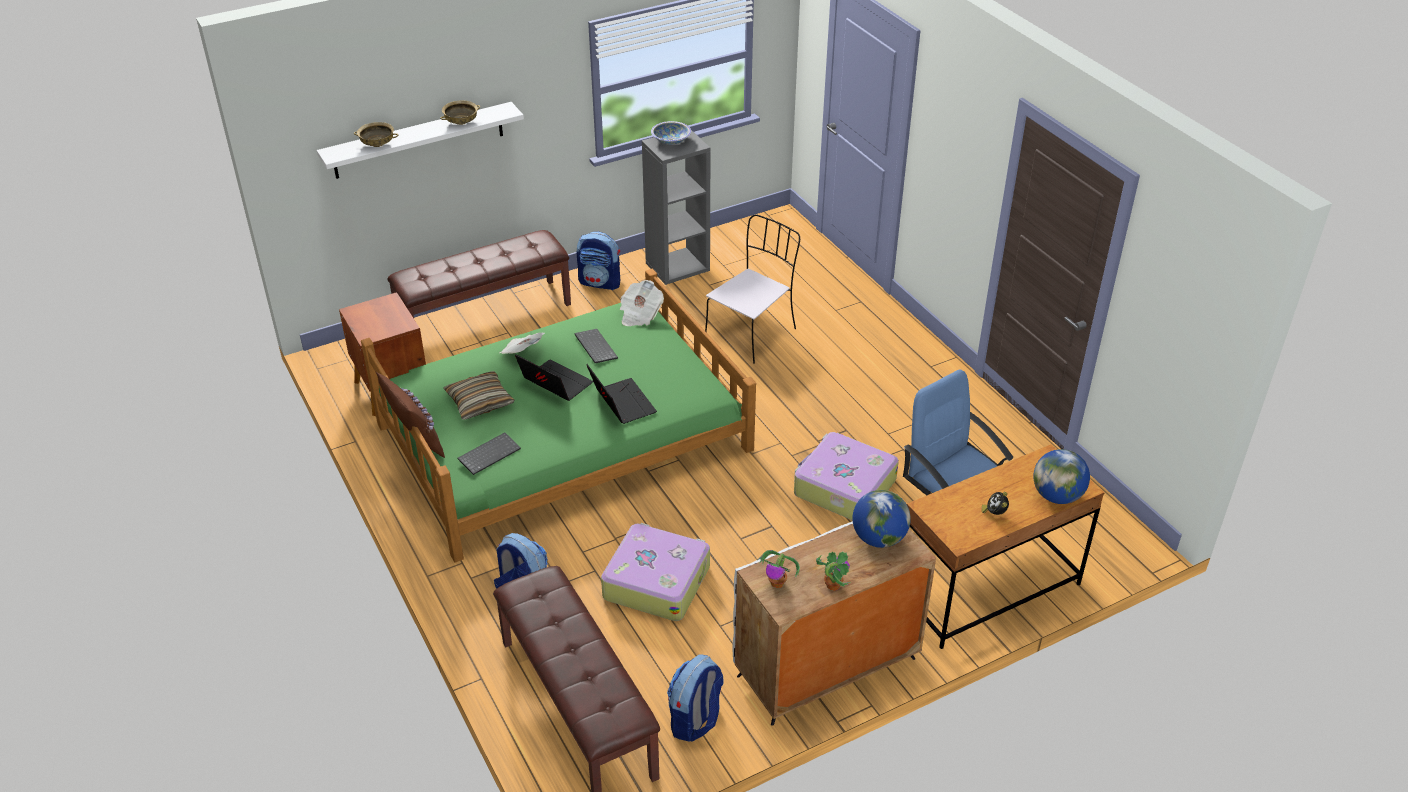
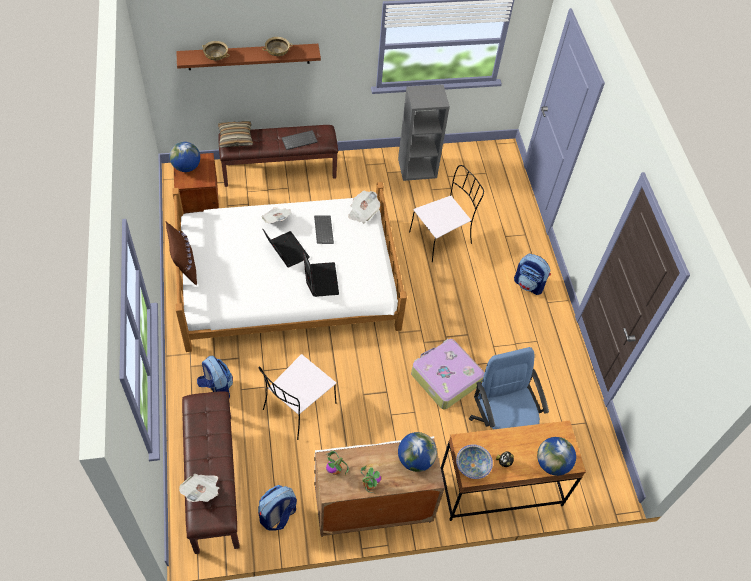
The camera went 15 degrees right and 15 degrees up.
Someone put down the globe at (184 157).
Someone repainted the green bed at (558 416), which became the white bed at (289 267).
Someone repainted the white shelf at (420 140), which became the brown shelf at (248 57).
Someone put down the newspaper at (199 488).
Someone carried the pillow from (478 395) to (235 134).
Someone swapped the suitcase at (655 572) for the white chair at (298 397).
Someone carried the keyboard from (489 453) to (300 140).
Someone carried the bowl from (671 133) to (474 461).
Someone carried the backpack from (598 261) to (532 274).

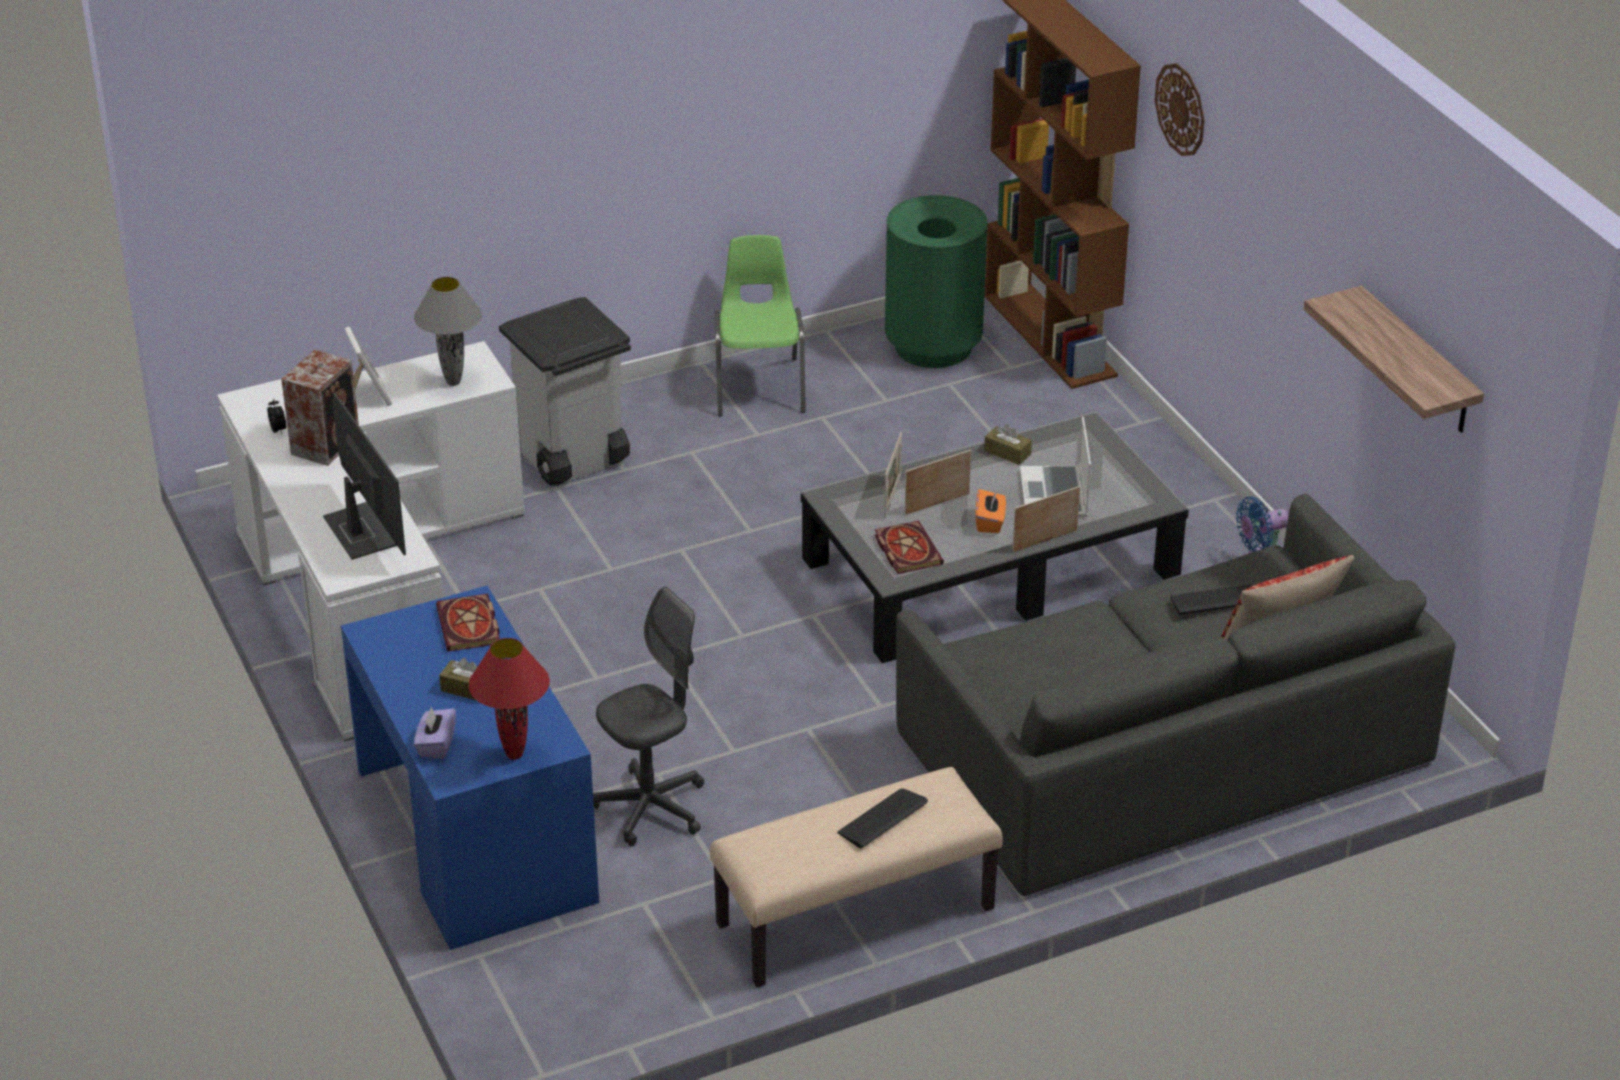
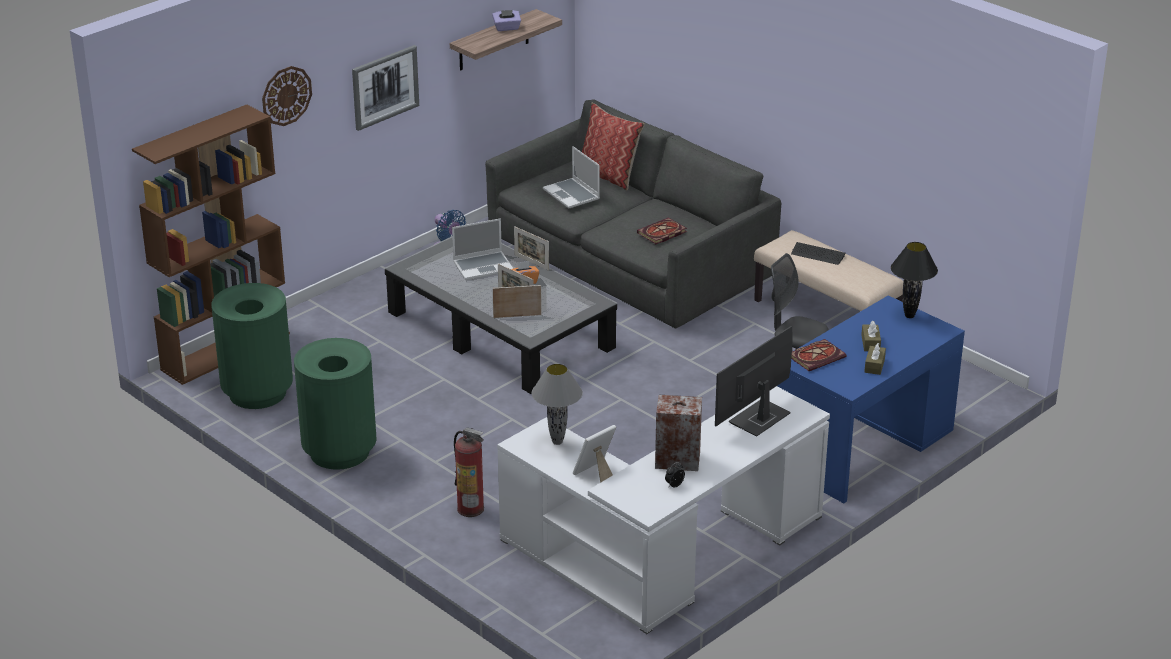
The camera went 110 degrees left and 5 degrees down.
Someone swapped the green chair at (760 325) for the green trash can at (335 404).
Someone put up the picture at (385 88).
Someone swapped the grey trash can at (565 391) for the fire extinguisher at (469 472).
Someone carried the purple tissue box from (435 732) to (506 20).
Someone swapped the keyboard at (1211 600) for the laptop at (571 177).
Someone carried the book from (909 547) to (662 230).
Someone carried the brown tissue box from (1008 444) to (875 359).
Someone repainted the red table lamp at (509 699), which became the black table lamp at (914 280).

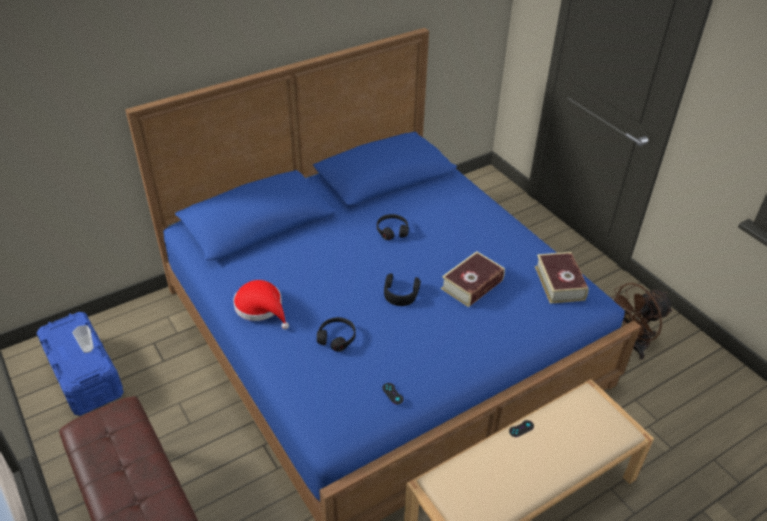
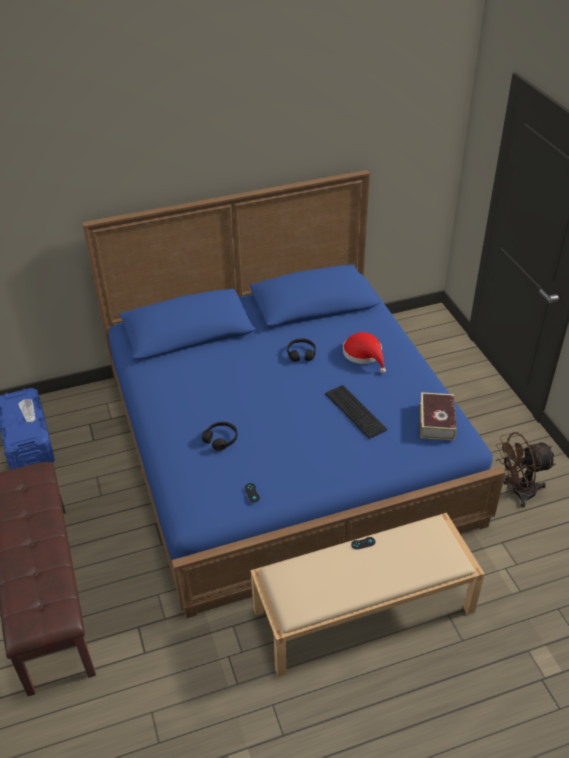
The camera went 15 degrees right and 0 degrees up.
Someone swapped the book at (473 279) for the keyboard at (356 412).
Someone carried the red hat from (261 304) to (364 352).
Someone took away the black headphones at (402 289).

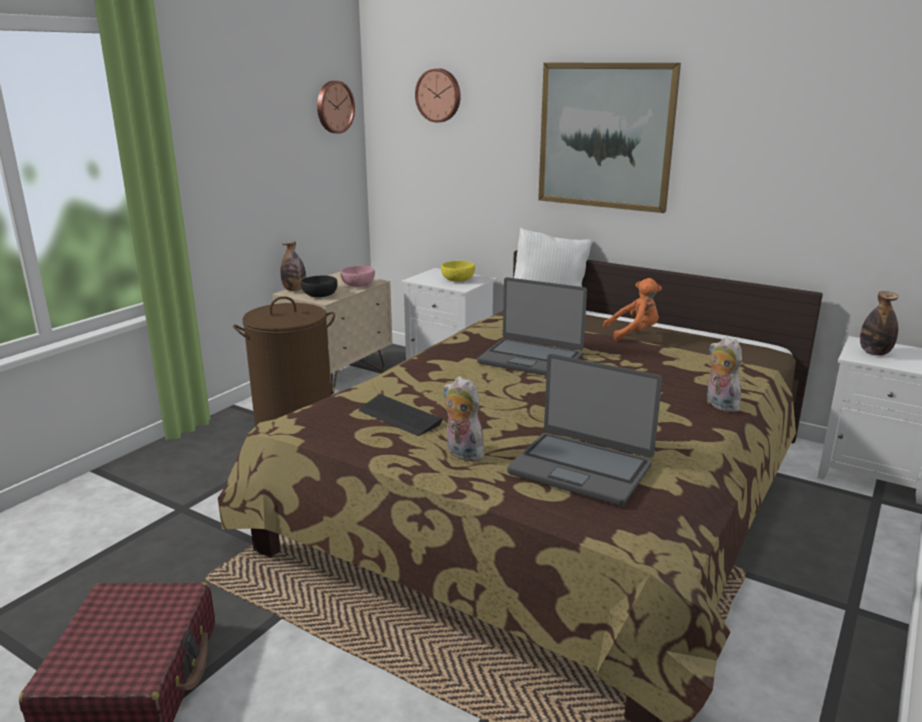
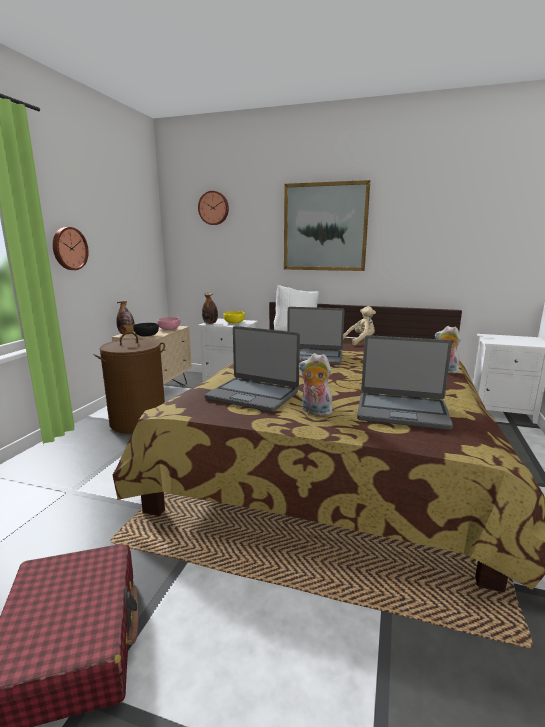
The camera went 15 degrees left and 5 degrees down.
Someone carried the wall clock from (336 107) to (71 248).
Someone carried the bottle from (879 323) to (210 308).
Someone swapped the keyboard at (401 415) for the laptop at (252 369).
Someone repainted the orange plush toy at (632 309), which became the beige plush toy at (359 326).

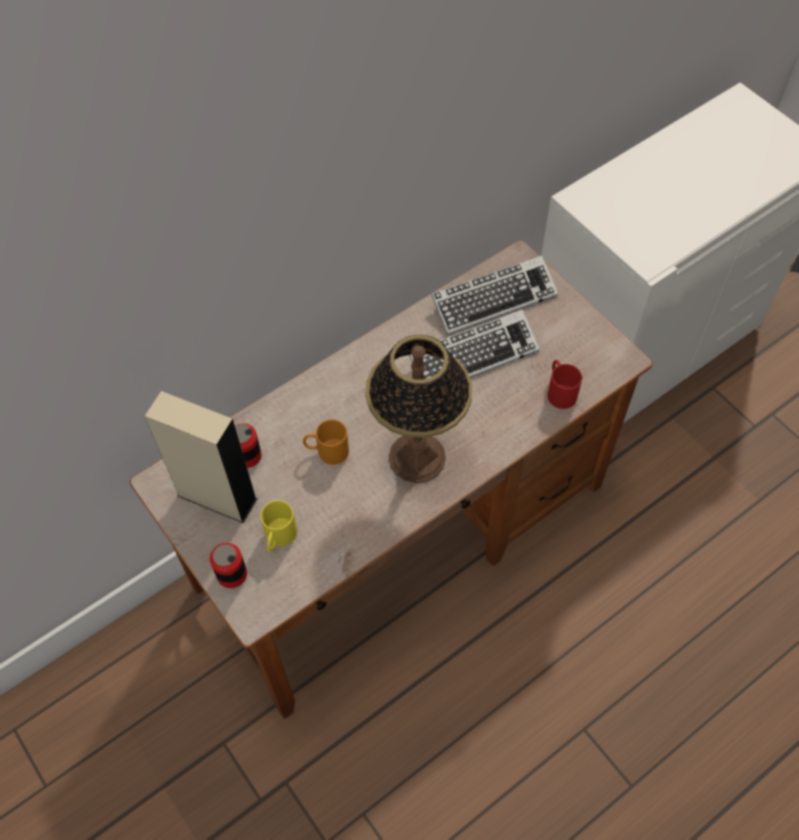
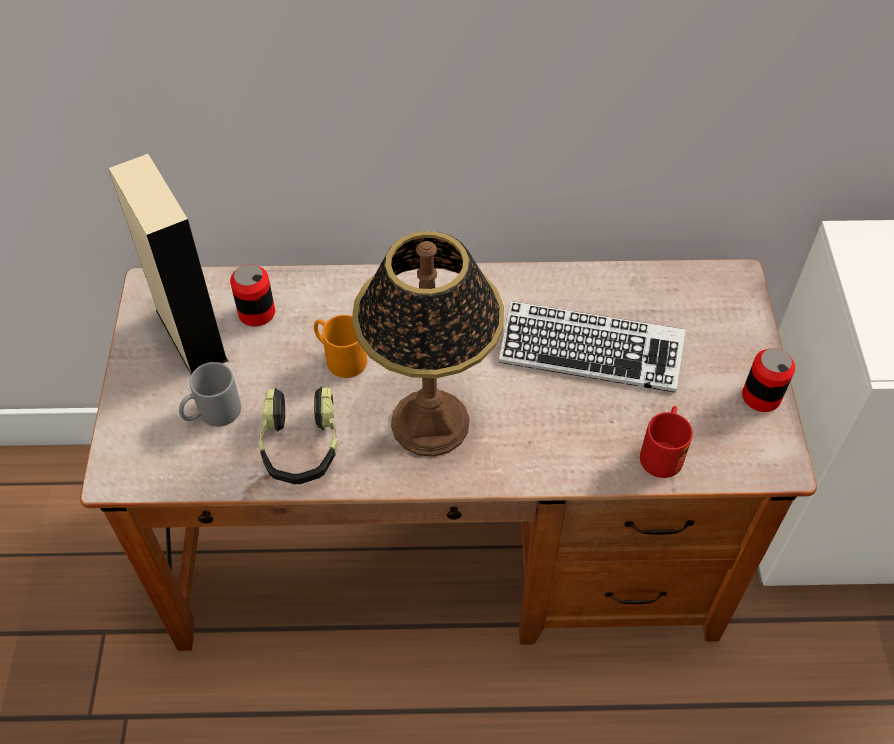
The camera went 35 degrees right and 5 degrees down.
Someone repainted the yellow mug at (279 526), which became the grey mug at (210 394).
Someone put down the headphones at (298 435).
Someone carried the can from (228 565) to (768 380).
Someone took away the keyboard at (494 295).

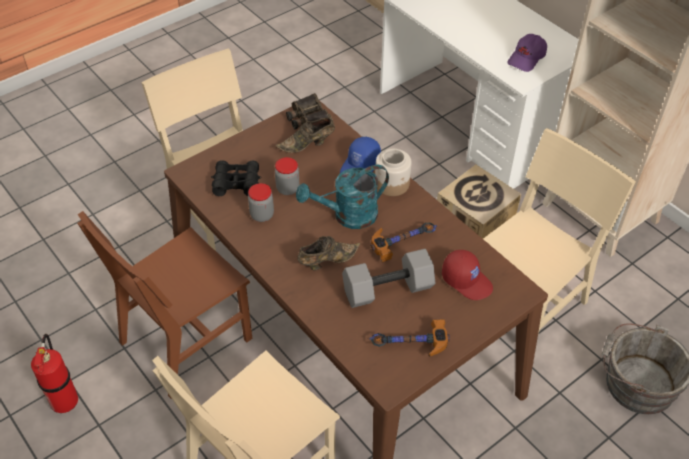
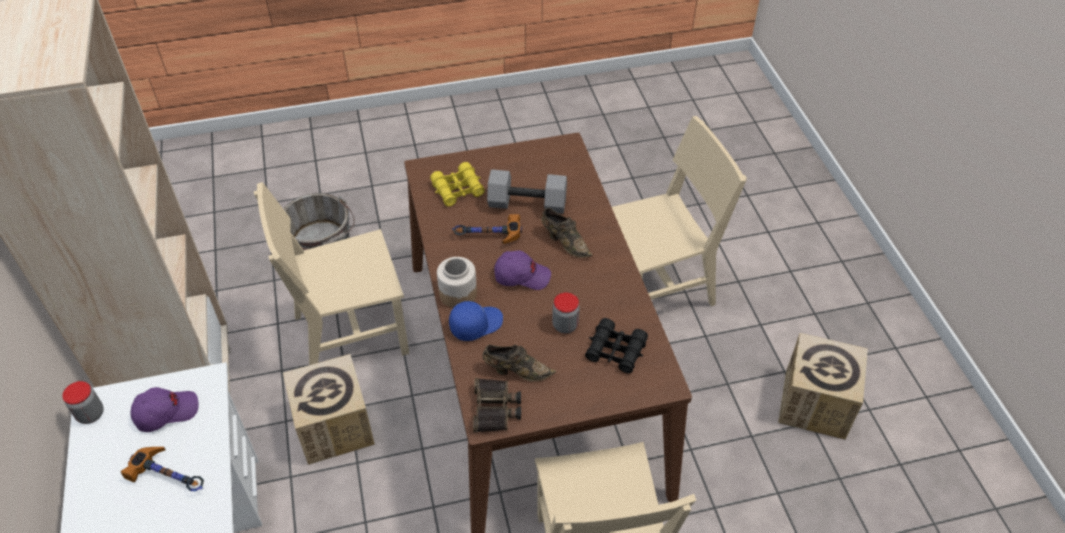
The camera went 155 degrees left and 0 degrees up.
Someone carried the jar from (261 202) to (82 402).
Someone carried the hammer from (409 337) to (162 469).
Someone swapped the red cap at (467 275) for the yellow binoculars at (457 184).
Someone swapped the turquoise watering can at (342 197) for the purple cap at (522 270).
Someone rotated the brown shoe at (329 253) by 135 degrees counterclockwise.
Someone swapped the fire extinguisher at (54 373) for the cardboard box at (823 386).
Someone took away the brown chair at (164 304).

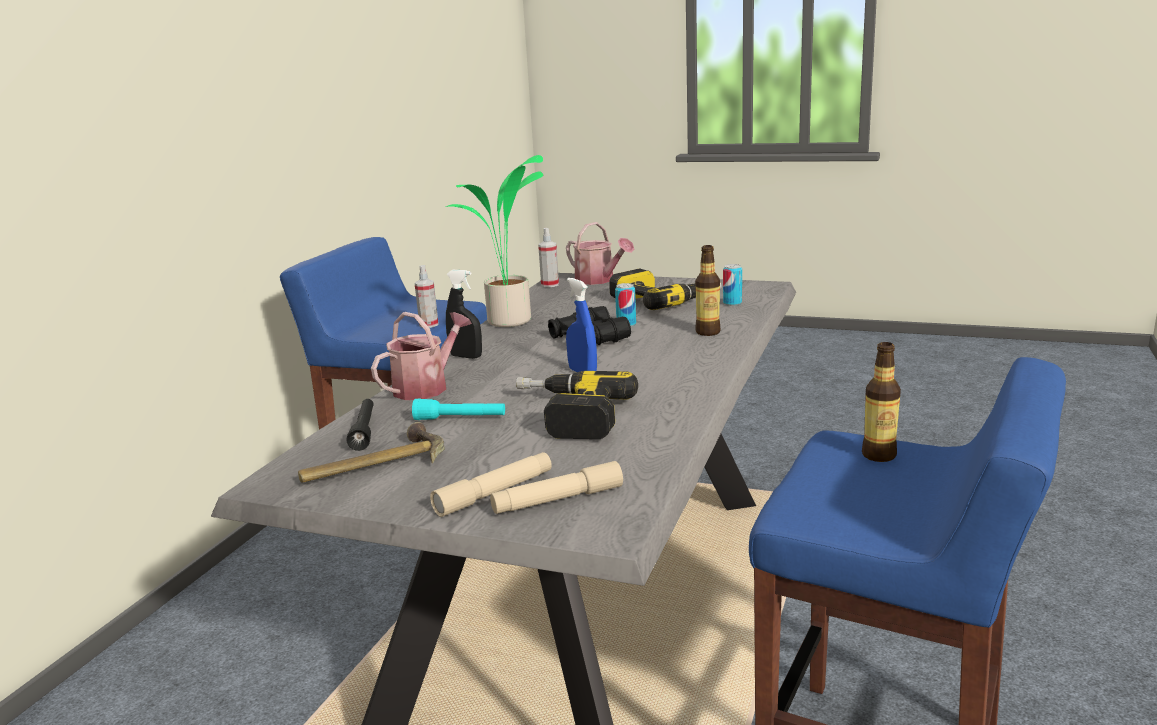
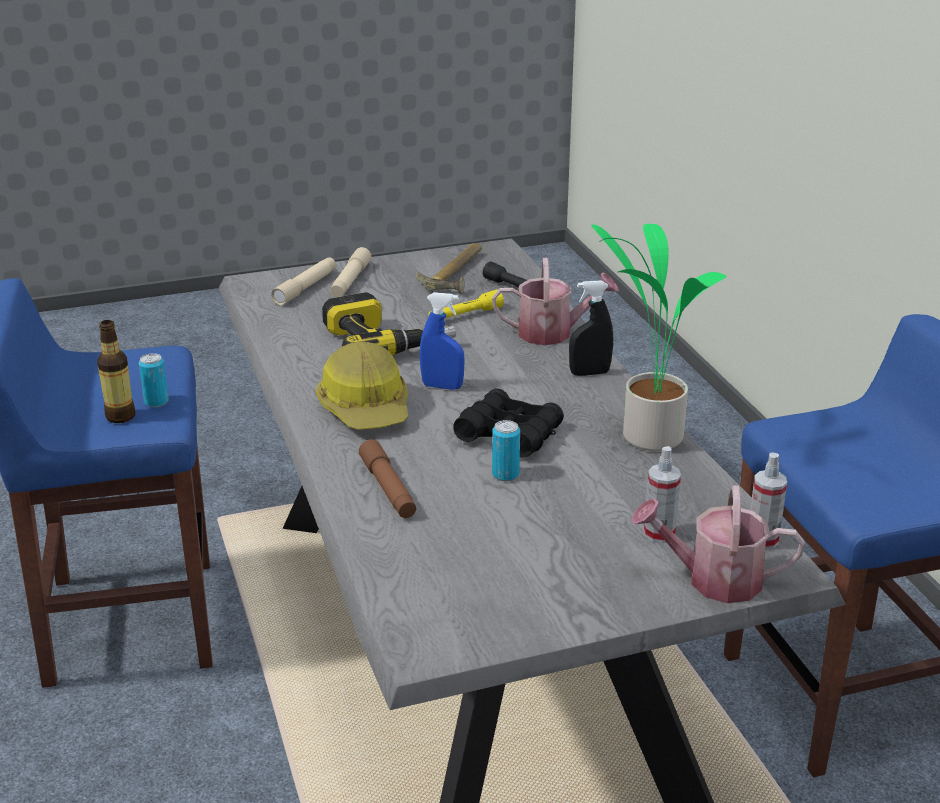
The camera went 140 degrees right and 10 degrees up.
Someone carried the can from (732 285) to (154 380).
Someone put down the hard hat at (362 386).
Someone swapped the bottle at (708 290) for the brown flashlight at (387 478).
Someone repainted the turquoise flashlight at (458 409), which became the yellow flashlight at (466 303).
Someone rotated the watering can at (421 356) by 90 degrees counterclockwise.
Someone carried the spray bottle from (426 296) to (662 494).
Someone took away the power drill at (665 289).

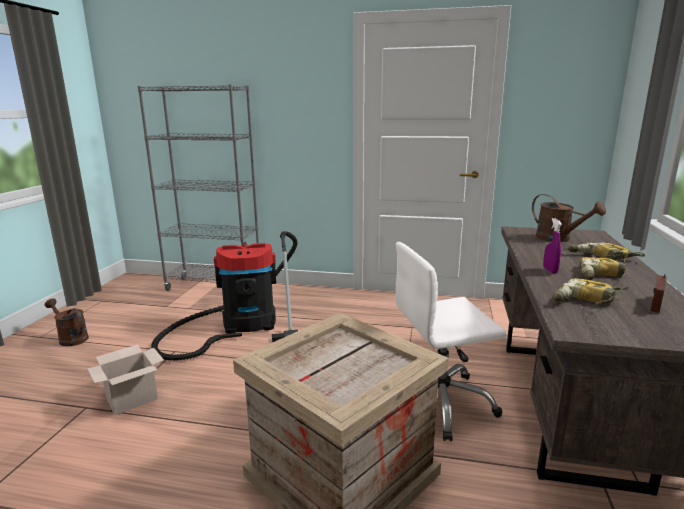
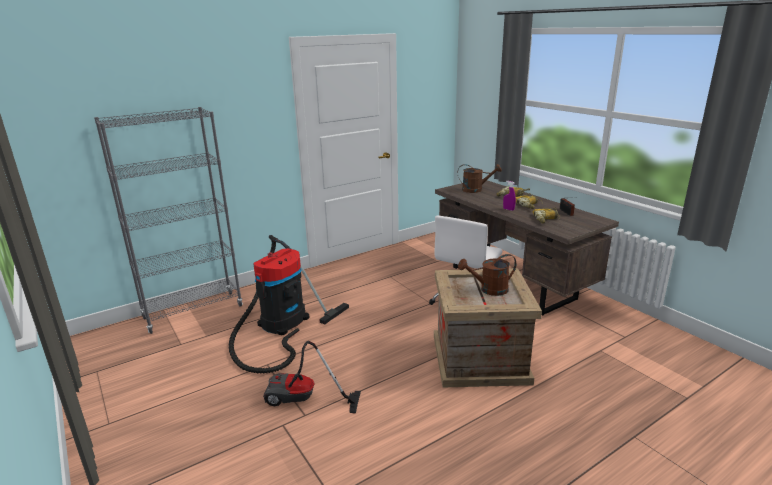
The camera went 45 degrees left and 5 degrees up.
Someone swapped the cardboard box at (125 379) for the vacuum cleaner at (312 377).
Someone carried the brown watering can from (67 322) to (487 275).

